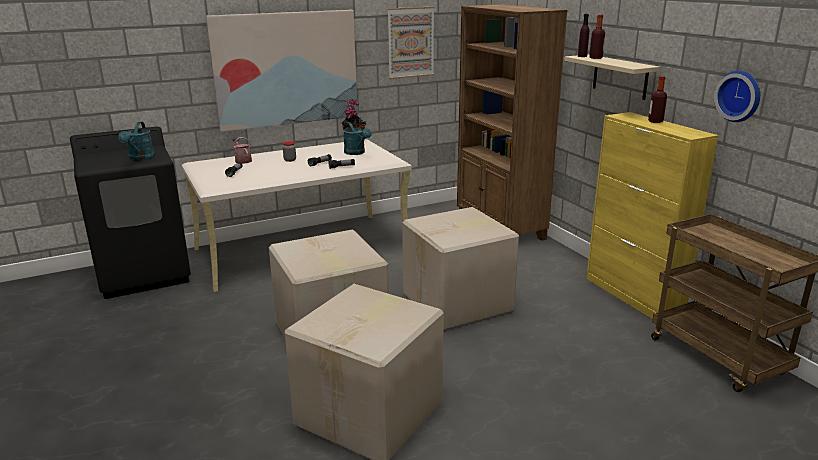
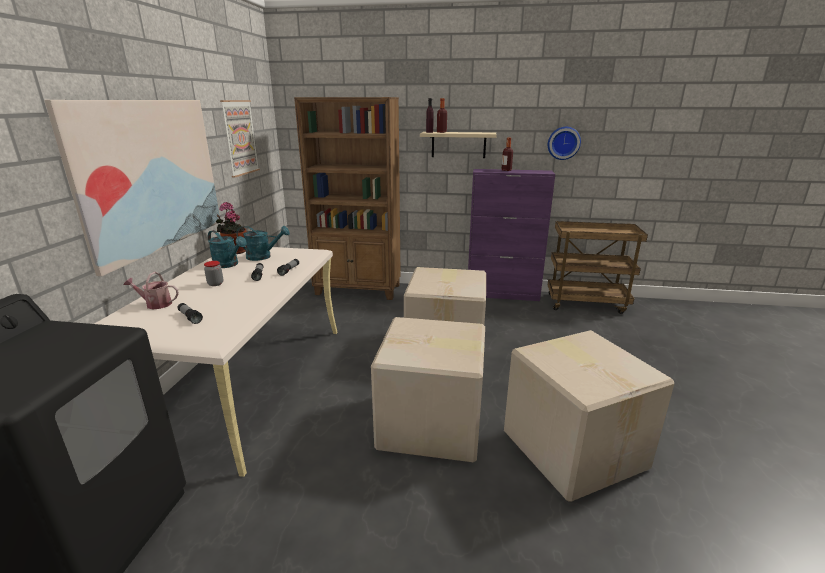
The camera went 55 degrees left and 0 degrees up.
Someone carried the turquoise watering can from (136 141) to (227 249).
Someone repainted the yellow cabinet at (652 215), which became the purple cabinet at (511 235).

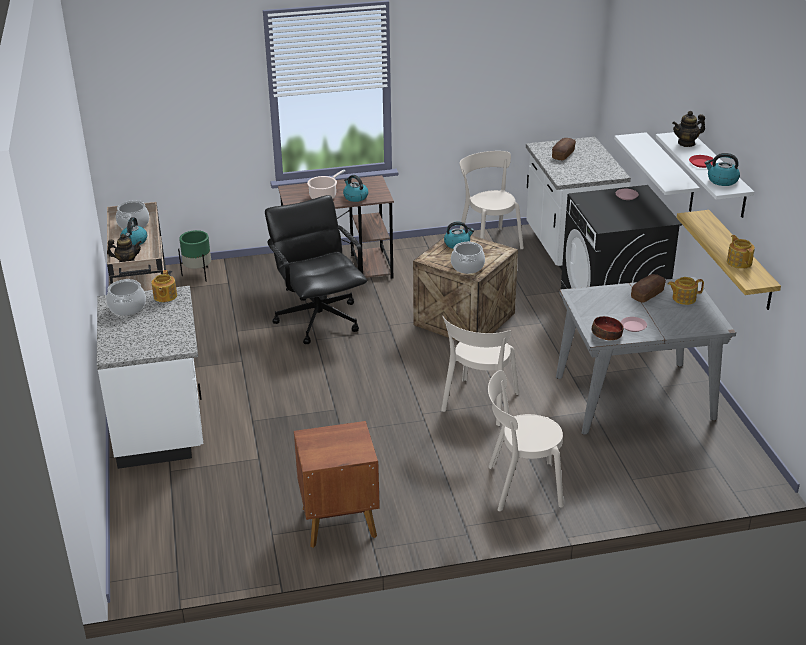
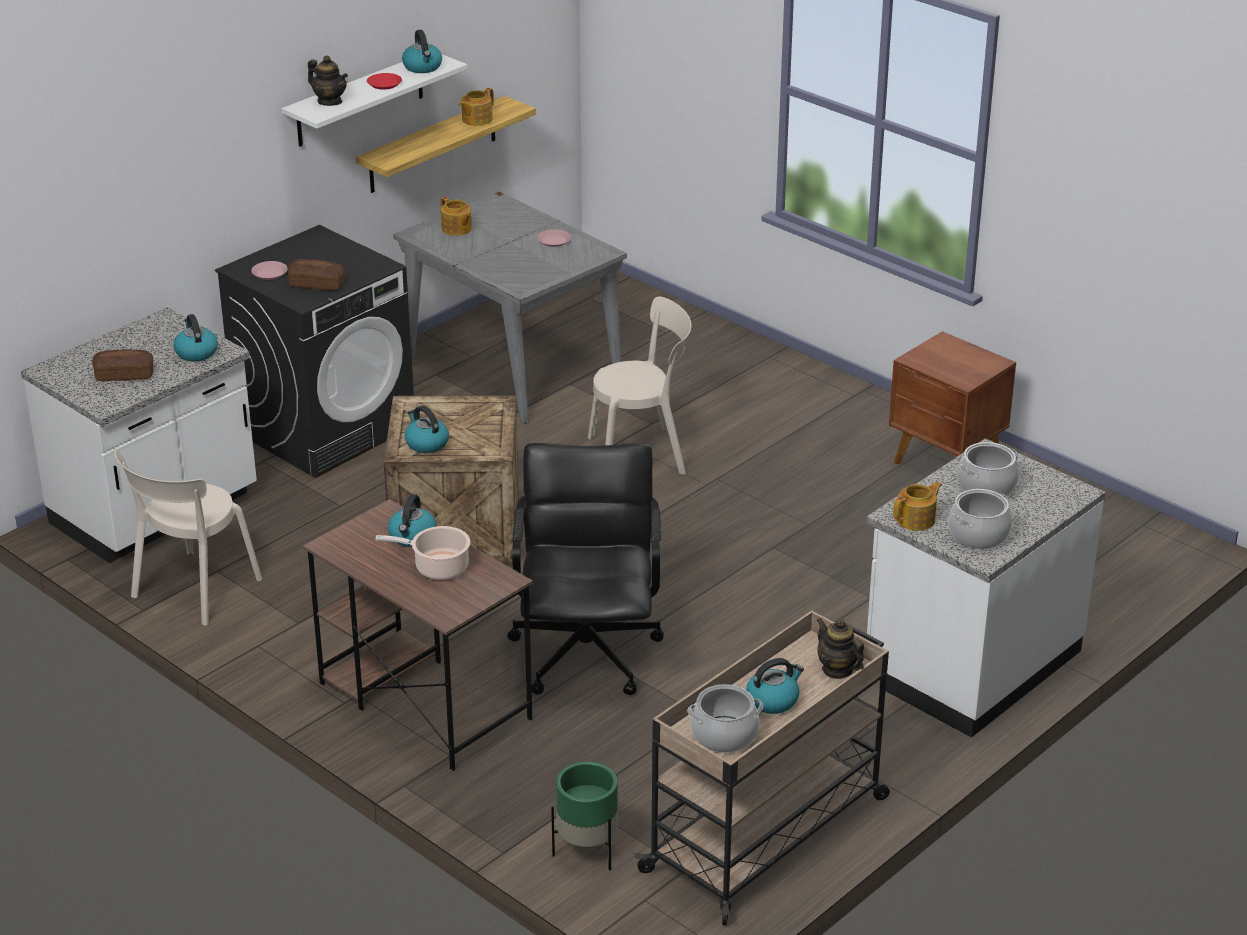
The camera went 125 degrees left and 0 degrees up.
Someone put down the kettle at (195 337).
Someone carried the bread from (648 288) to (316 275).
Someone rotated the black office chair at (316 269) by 150 degrees clockwise.
Someone carried the cooking pot from (468 257) to (988 469).
Someone took away the beige chair at (526 440).
Someone took away the bowl at (607 328).
Someone took away the white shelf at (657 172).

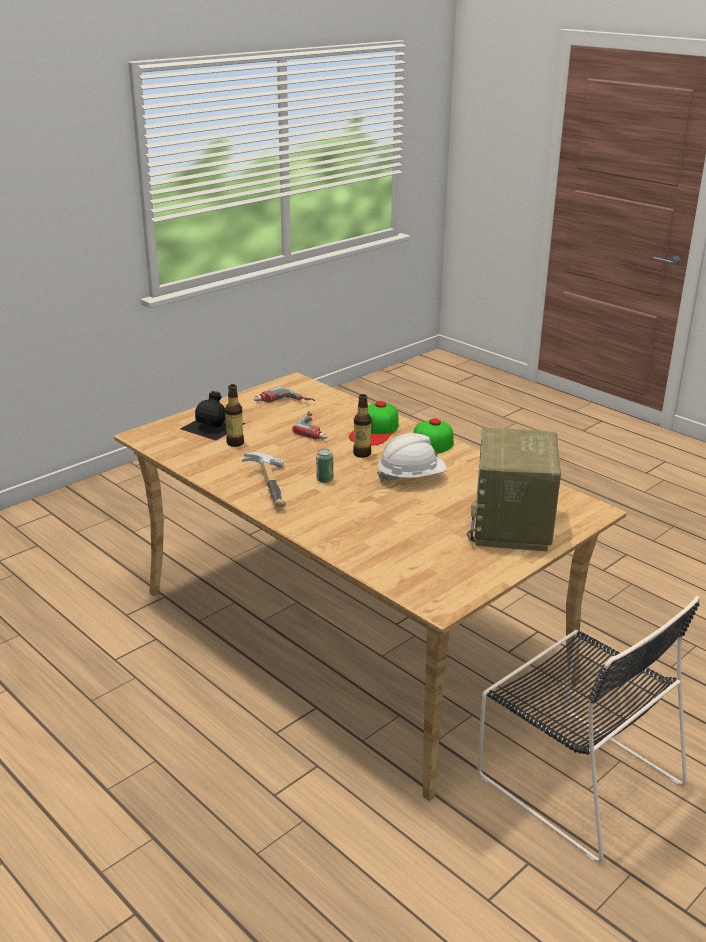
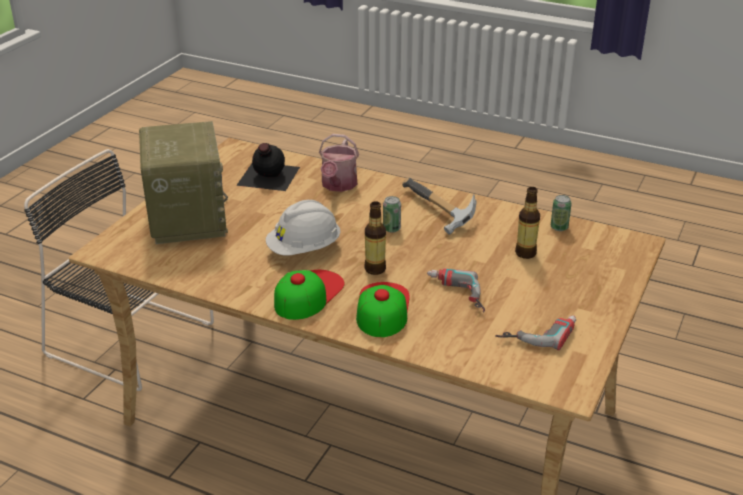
The camera went 160 degrees right and 5 degrees up.
Someone carried the black bottle from (213 416) to (268 167).
Someone put down the watering can at (339 163).
Someone put down the can at (561 213).

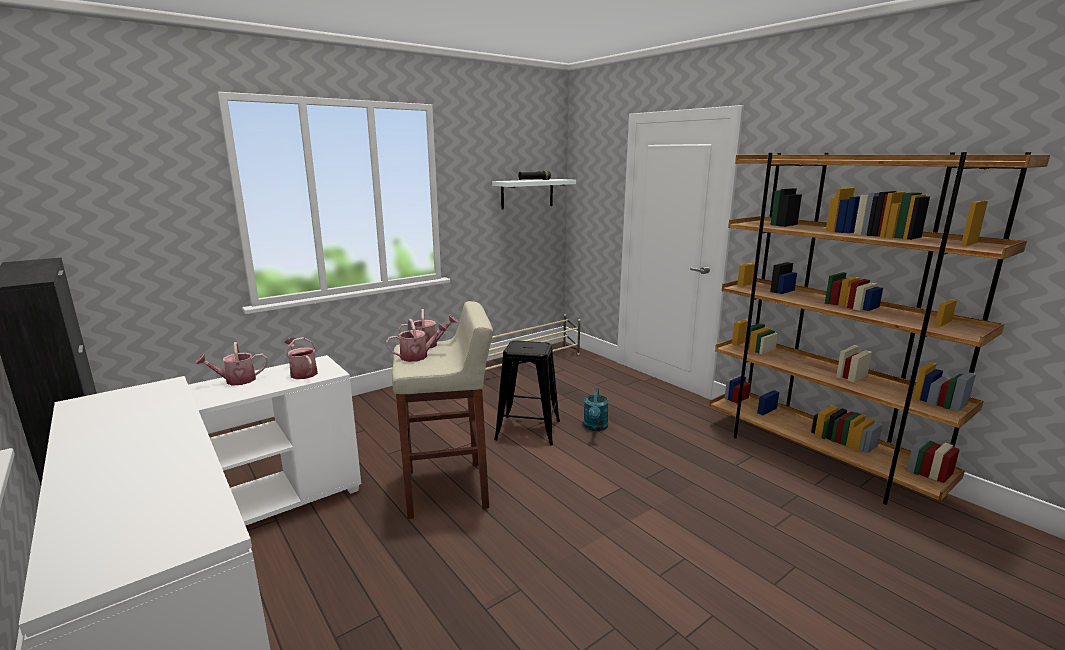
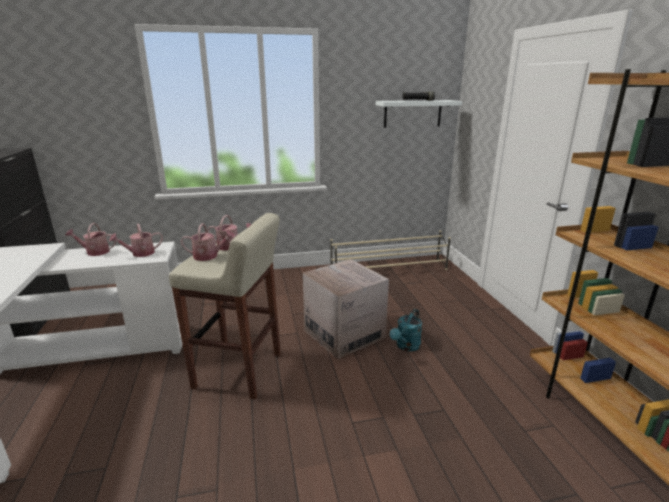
The camera went 25 degrees right and 5 degrees up.
Someone rotated the watering can at (301 358) by 105 degrees counterclockwise.
Someone swapped the black stool at (527 393) for the cardboard box at (346 309).

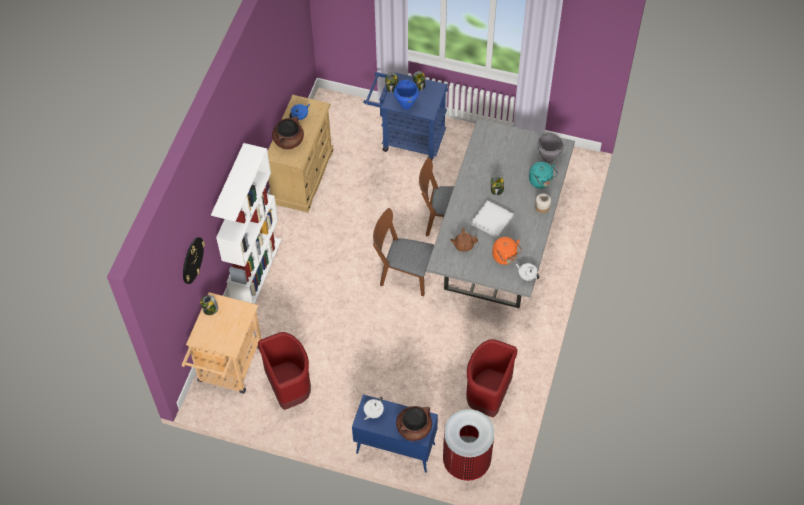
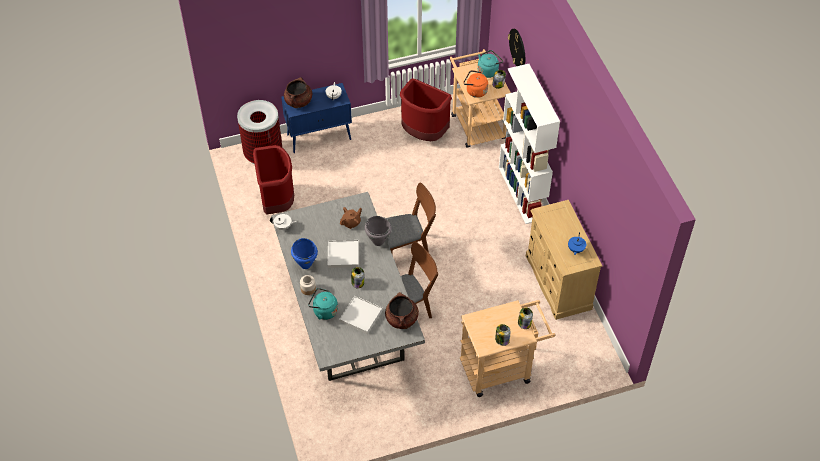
The camera went 145 degrees right and 5 degrees down.
Someone carried the blue cooking pot from (406 94) to (304 253).
Someone put down the white tray at (361 315).
Someone carried the grey cooking pot from (550 148) to (378 231).
Someone carried the brown cooking pot from (288 132) to (402 310).
Someone repainted the blue cart at (405 116), which became the beige cart at (507 348).
Someone carried the orange kettle from (507 251) to (475 84).
Someone put down the turquoise kettle at (490 64).

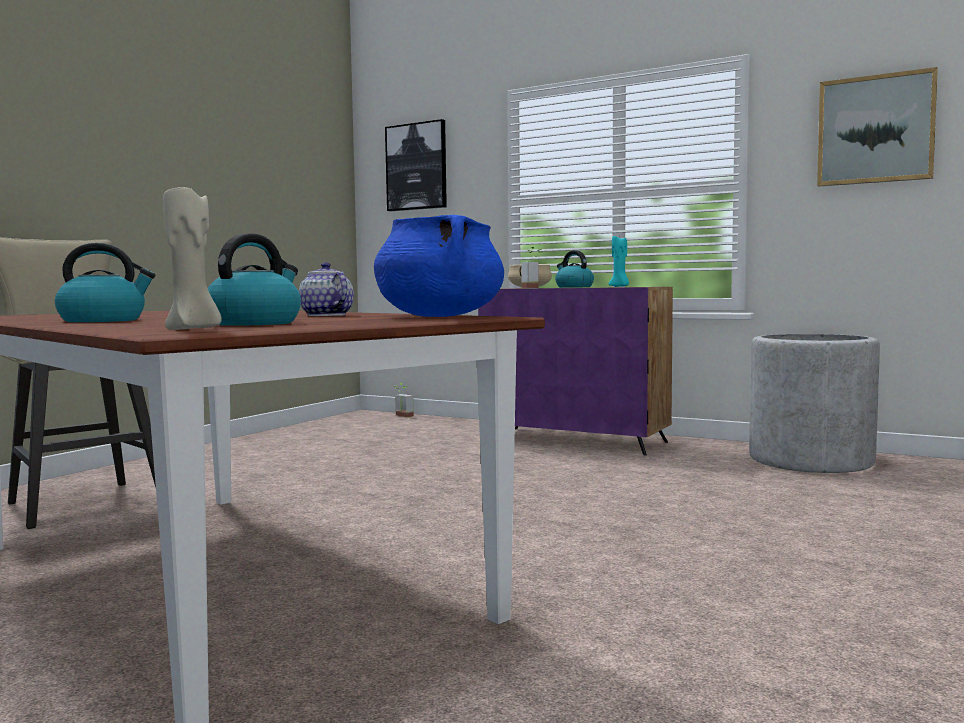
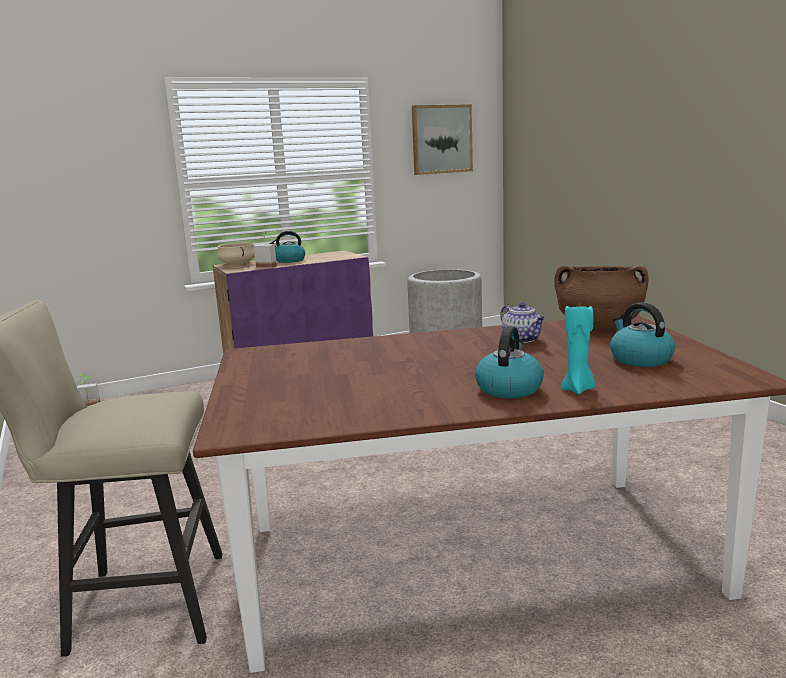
The camera went 55 degrees left and 10 degrees up.
Someone rotated the teapot at (326 289) by 120 degrees counterclockwise.
Someone repainted the blue cooking pot at (439 266), which became the brown cooking pot at (602 296).
Someone carried the turquoise candle from (619 261) to (578 348).
Someone took away the beige candle at (192 258).
Someone took away the picture at (416 165).

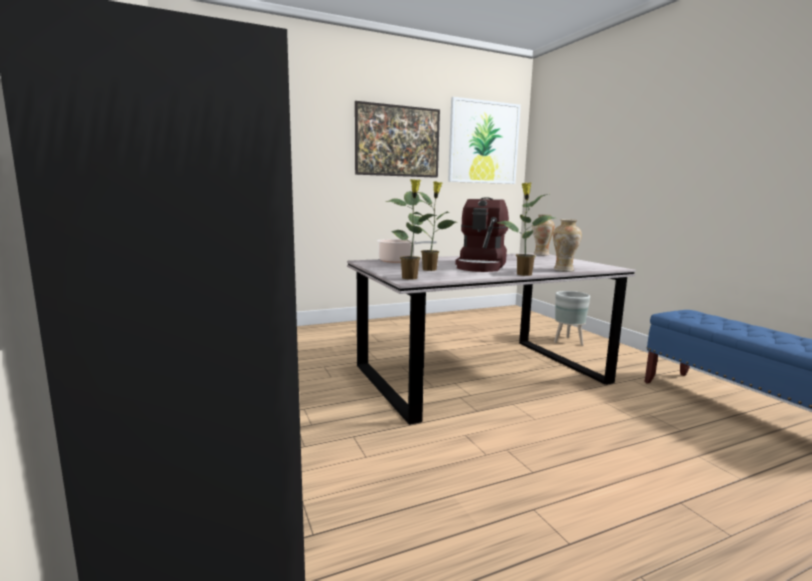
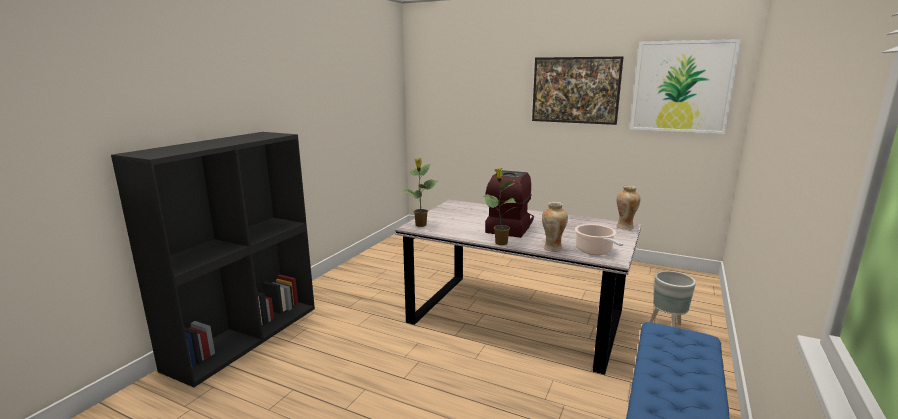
The camera went 50 degrees right and 5 degrees up.
Someone rotated the coffee machine at (482 234) by 135 degrees clockwise.
Someone carried the cooking pot from (407 251) to (599 239).
Someone took away the potted plant at (434 226).

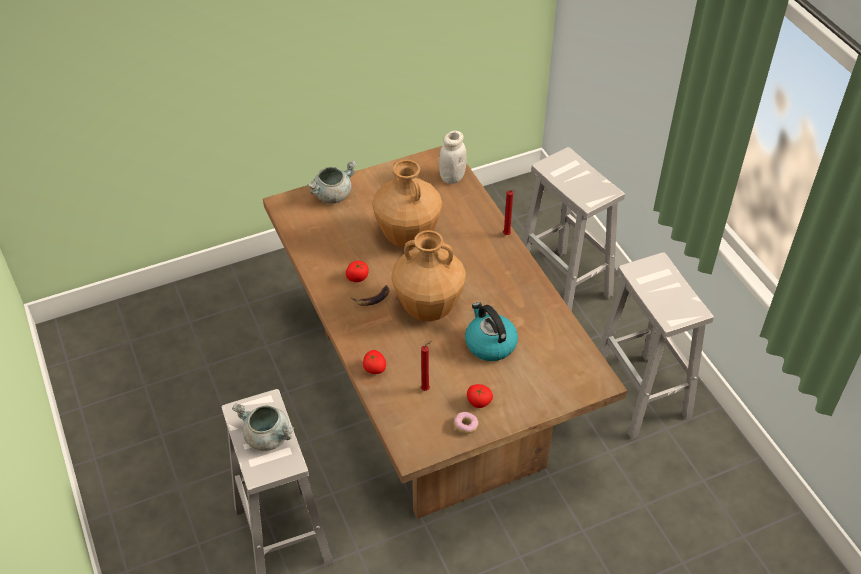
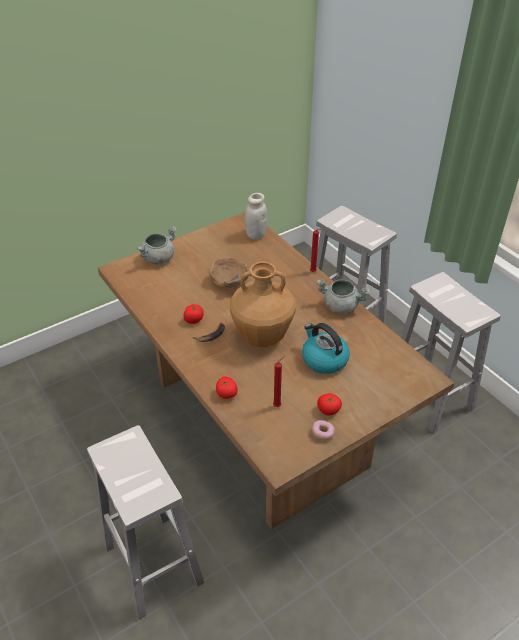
The camera went 10 degrees left and 5 degrees down.
Someone swapped the brown vase at (407 204) for the brown bowl at (229 272).
Someone carried the grey cooking pot from (263 427) to (343 296).

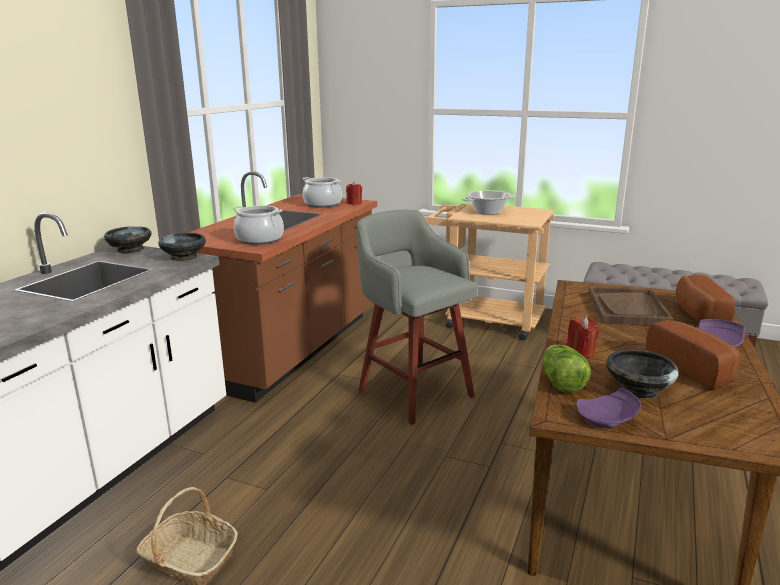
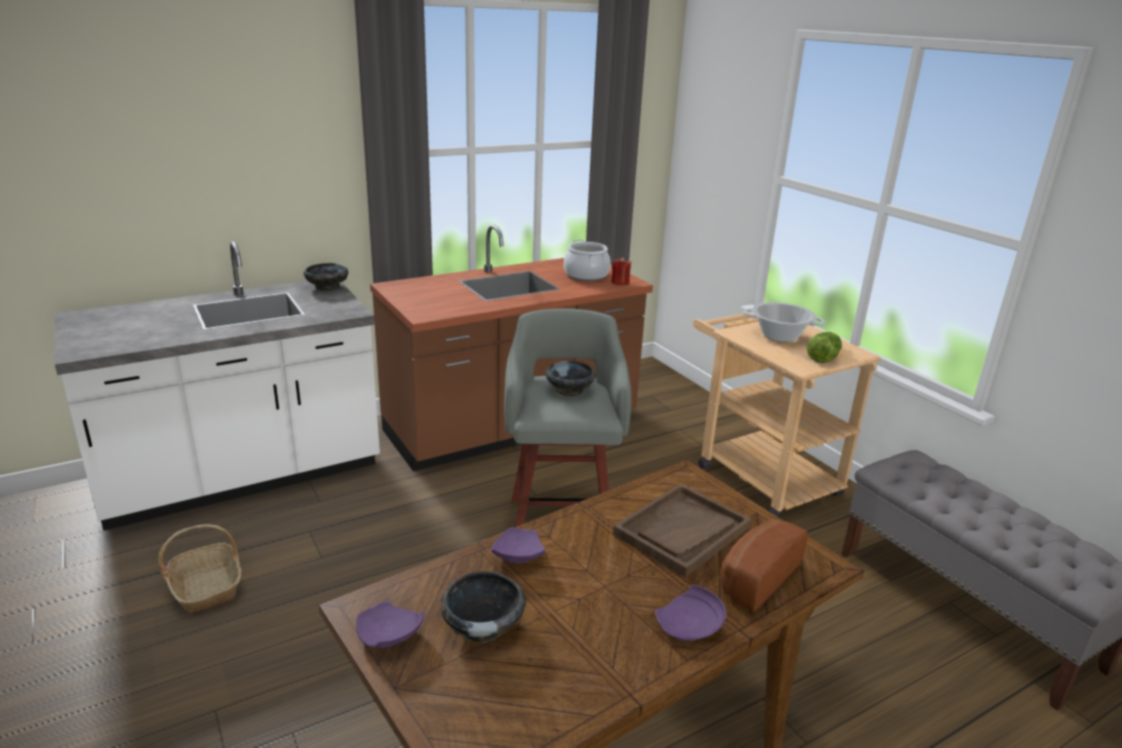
The camera went 35 degrees right and 5 degrees up.
Someone swapped the red candle at (582 337) for the purple plate at (518 546).
Someone carried the black bowl from (182 247) to (571 379).
Someone carried the lettuce from (567 369) to (824 347).
Someone took away the cooking pot at (258 225).
Someone took away the bread at (693 354).

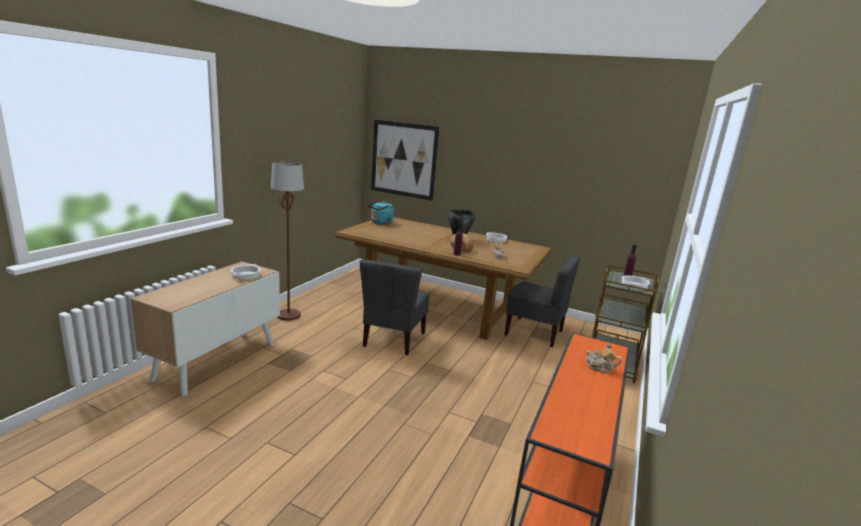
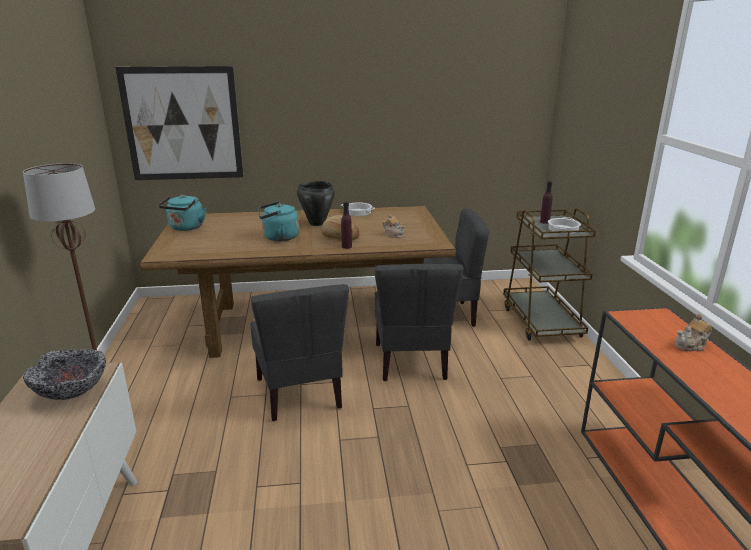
The camera went 30 degrees left and 5 degrees up.
Someone swapped the cooking pot at (246 272) for the bowl at (64 374).
Someone put down the turquoise kettle at (278 221).
Someone put down the grey chair at (418 322).

